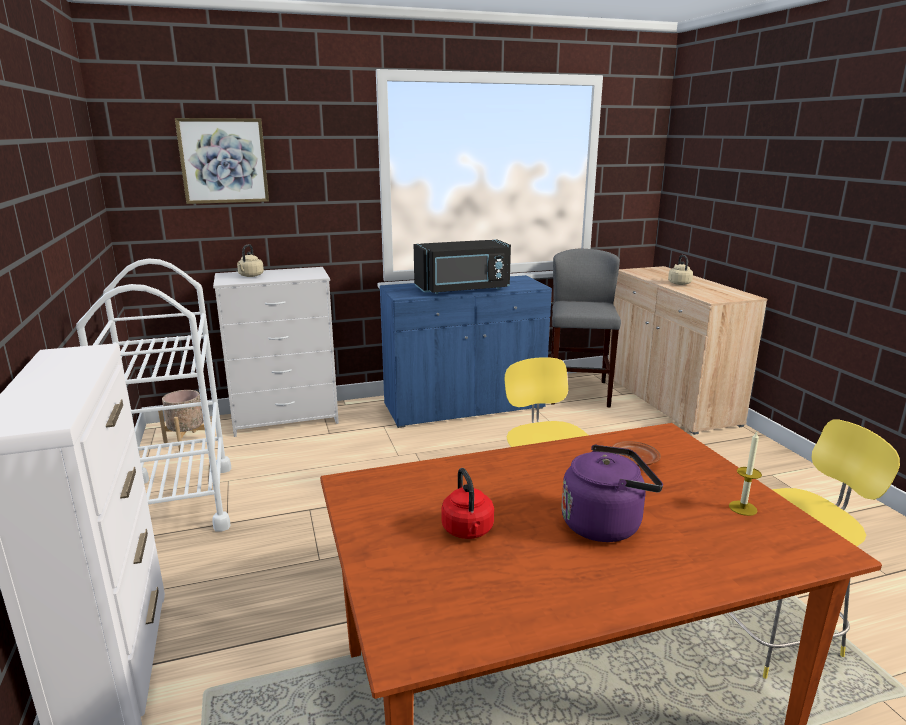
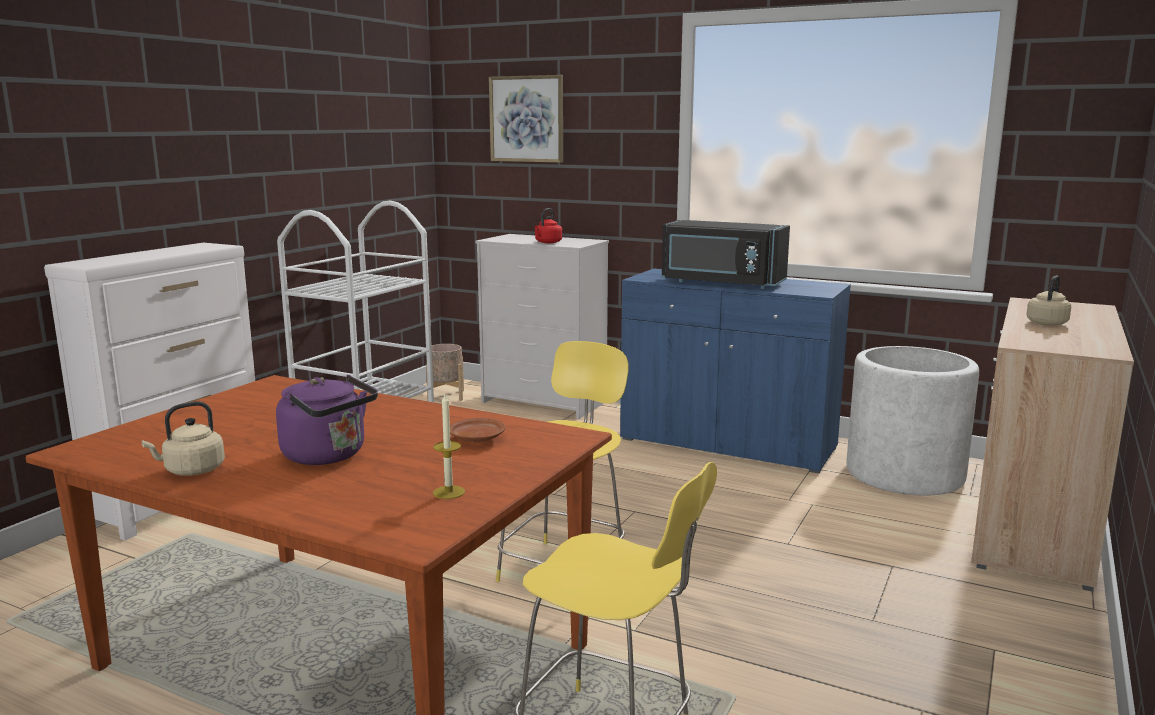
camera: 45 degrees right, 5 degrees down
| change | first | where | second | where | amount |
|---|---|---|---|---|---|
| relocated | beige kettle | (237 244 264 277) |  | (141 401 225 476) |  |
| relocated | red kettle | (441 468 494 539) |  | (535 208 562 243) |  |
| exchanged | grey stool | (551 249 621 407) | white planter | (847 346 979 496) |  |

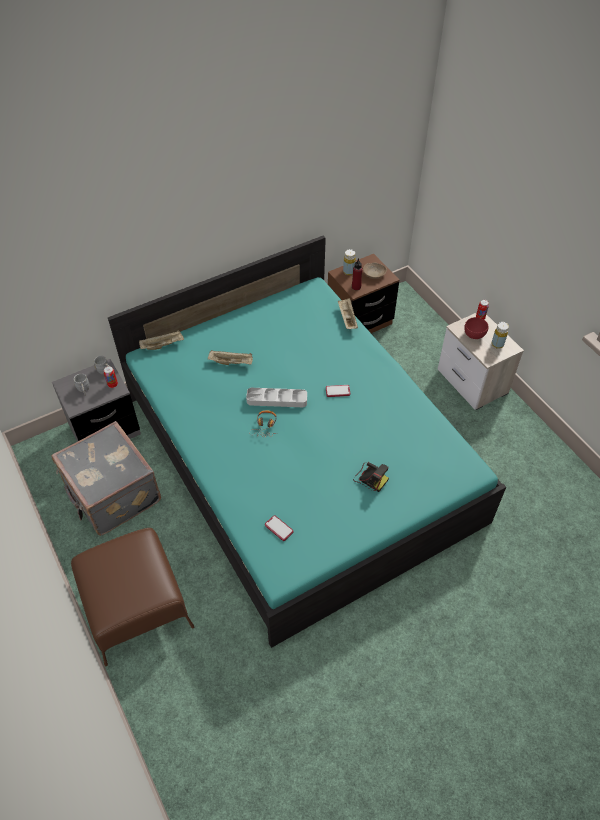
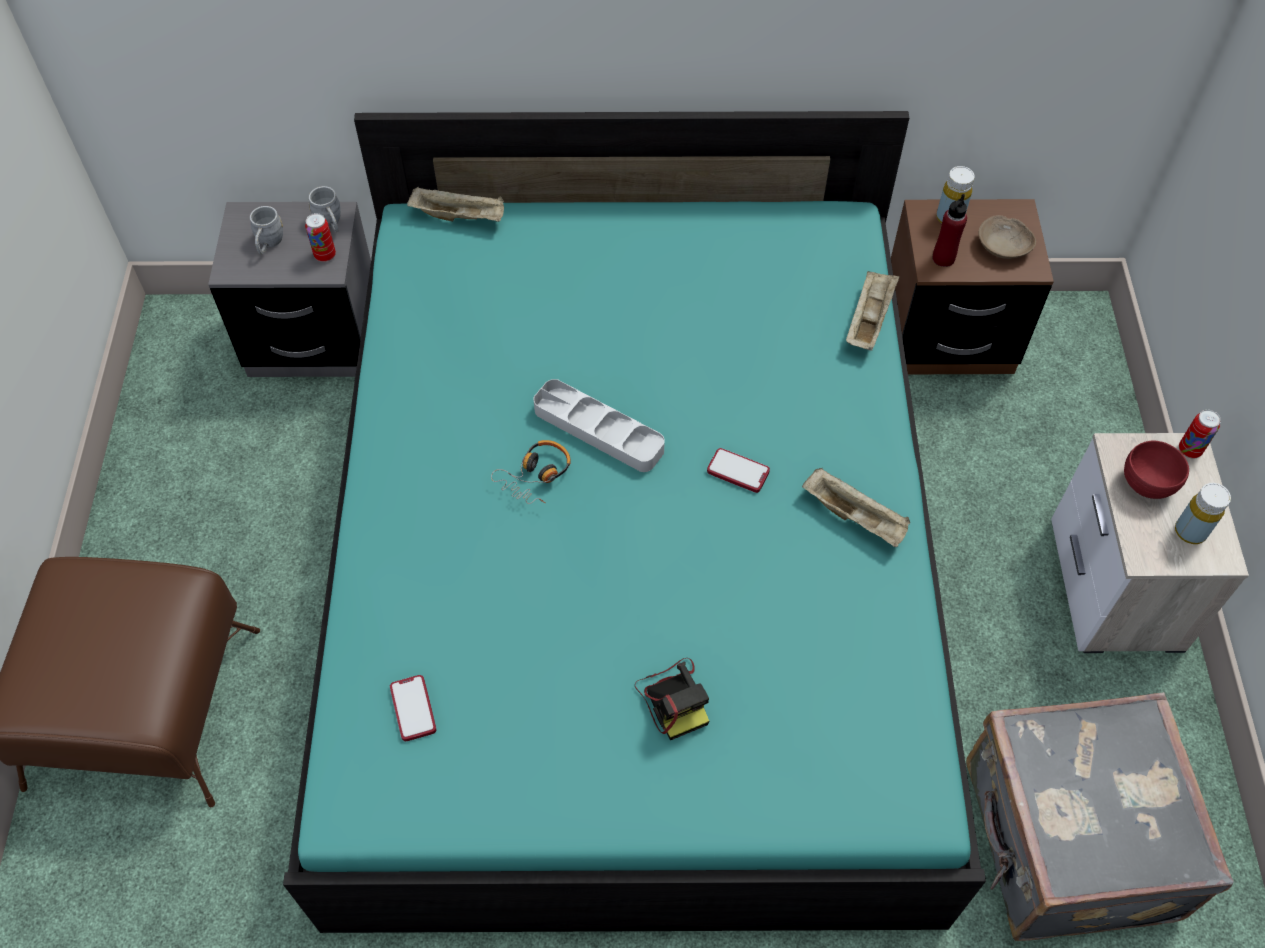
camera: 30 degrees right, 5 degrees up
| change | first | where | second | where | amount |
|---|---|---|---|---|---|
| relocated | grey suitcase | (52 421 161 536) |  | (966 692 1234 941) |  |
| relocated | beige tray | (208 350 253 365) |  | (802 468 910 547) |  |

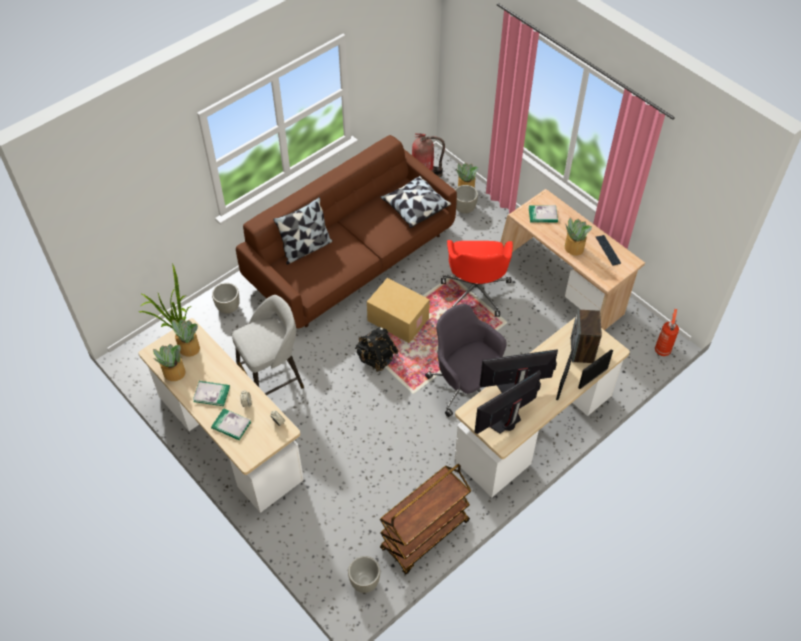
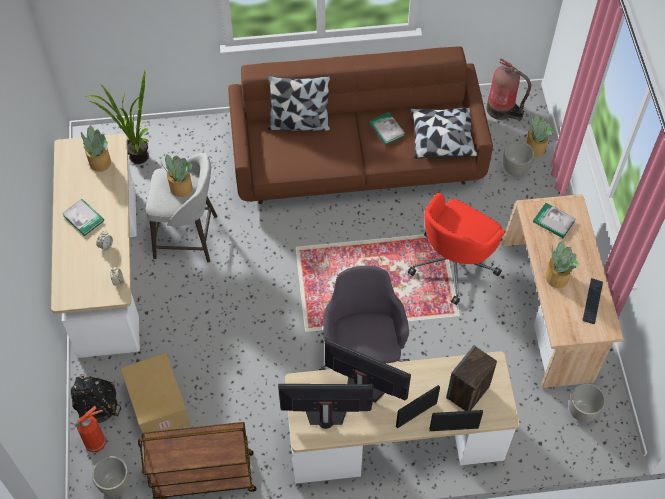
camera: 35 degrees right, 5 degrees up
| change | first | where | second | where | amount |
|---|---|---|---|---|---|
| relocated | potted plant | (153 344 186 381) |  | (163 154 192 197) |  |
| relocated | book | (211 408 251 440) |  | (369 112 405 145) |  |
| relocated | grey planter | (212 283 240 313) |  | (569 383 606 422) |  |
| relocated | black backpack | (355 327 399 372) |  | (71 374 121 423) |  |
| relocated | cardboard box | (367 278 430 343) |  | (121 353 190 433) |  |
| relocated | fire extinguisher | (655 309 679 356) |  | (74 406 106 453) |  |

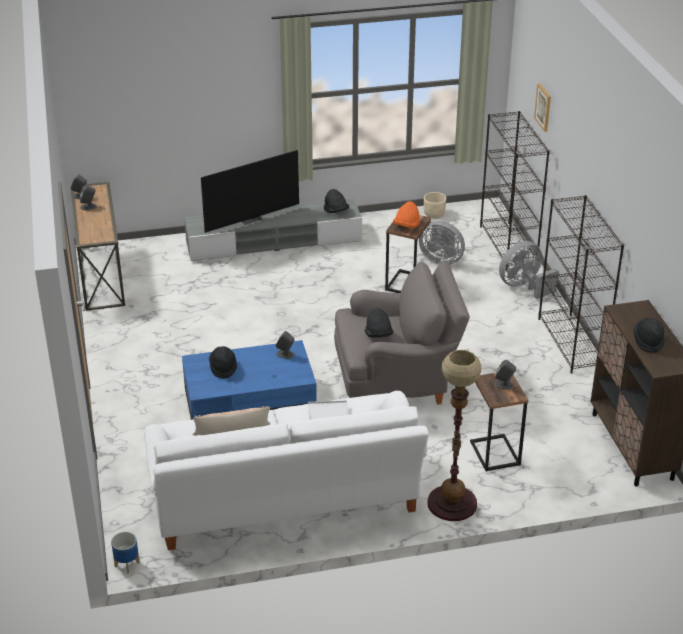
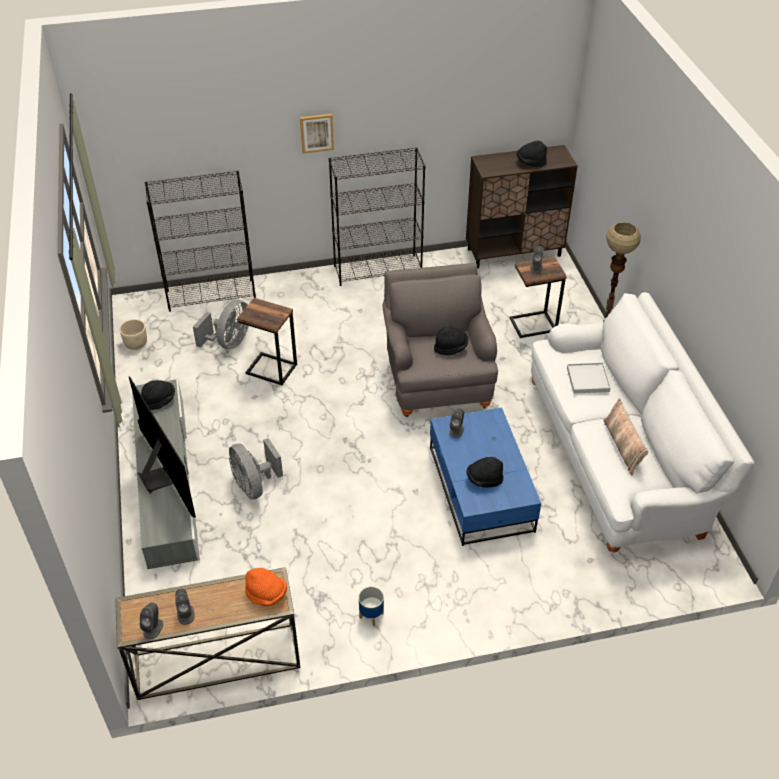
camera: 90 degrees left, 10 degrees up
| change | first | where | second | where | amount |
|---|---|---|---|---|---|
| relocated | planter | (111 532 140 574) |  | (359 587 384 626) |  |
| relocated | orange hat | (393 201 420 228) |  | (245 568 287 606) |  |
| relocated | grey fan | (499 241 559 299) |  | (229 438 283 499) |  |
| relocated | picture | (534 83 551 132) |  | (300 114 334 153) |  |

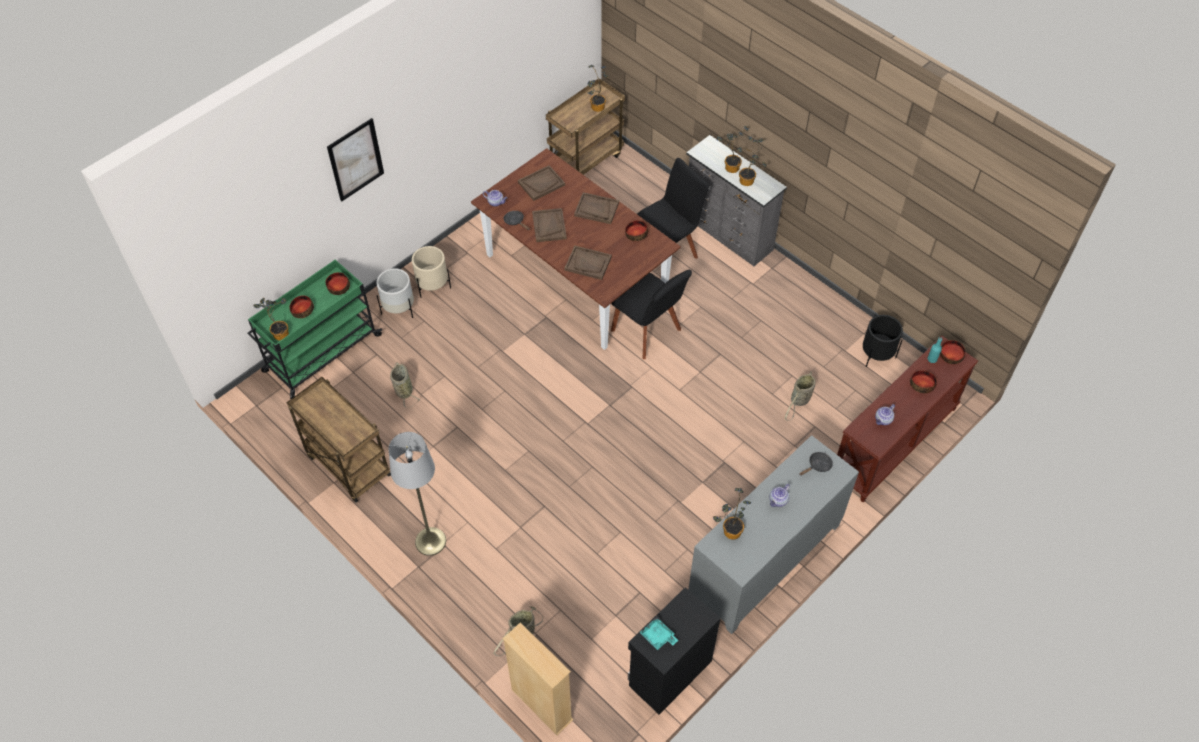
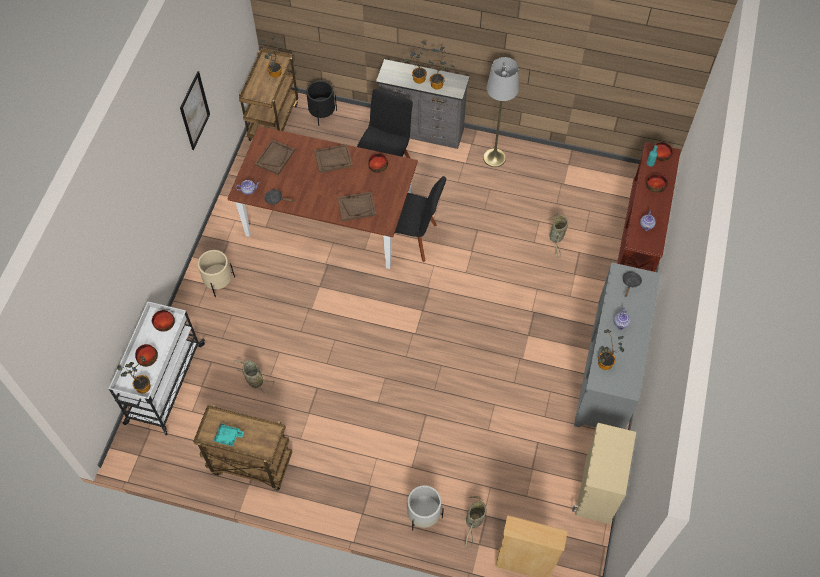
camera: 30 degrees left, 5 degrees up
| change | first | where | second | where | amount |
|---|---|---|---|---|---|
| missing | brown tray | (532 208 567 242) |  |  |  |
| relocated | picture | (327 118 384 202) |  | (180 71 210 150) |  |
| relocated | white planter | (376 268 414 318) |  | (407 485 444 530) |  |
| relocated | grey floor lamp | (389 432 446 556) |  | (483 57 519 167) |  |
| relocated | turquoise tray | (639 616 678 650) |  | (213 423 244 447) |  |
| relocated | black planter | (863 315 903 367) |  | (306 81 337 126) |  |
| colour | green cart | (247 260 382 399) | white cart | (109 302 205 435) |  |
| colour | black cabinet | (628 587 721 714) | beige cabinet | (572 423 636 524) |  |

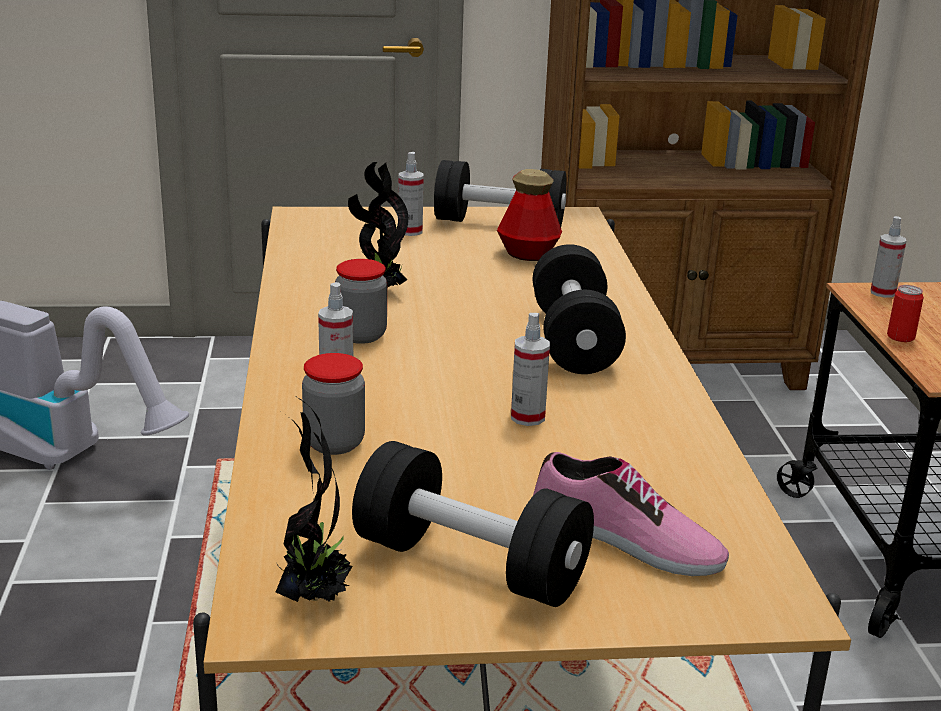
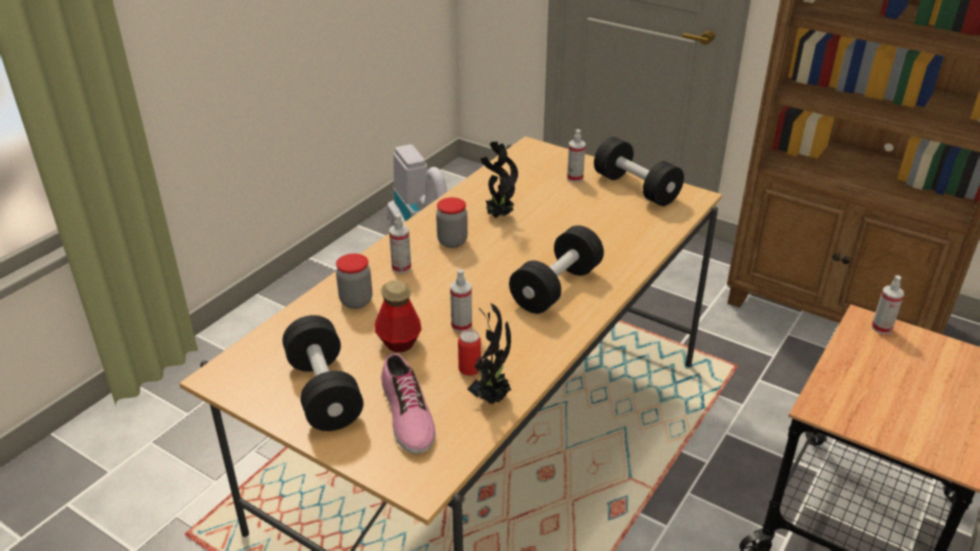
camera: 40 degrees right, 10 degrees up
| change | first | where | second | where | amount |
|---|---|---|---|---|---|
| relocated | potted plant | (276 397 353 602) |  | (468 303 512 404) |  |
| relocated | bottle | (497 169 562 261) |  | (374 280 421 352) |  |
| relocated | can | (887 285 924 342) |  | (458 330 481 376) |  |

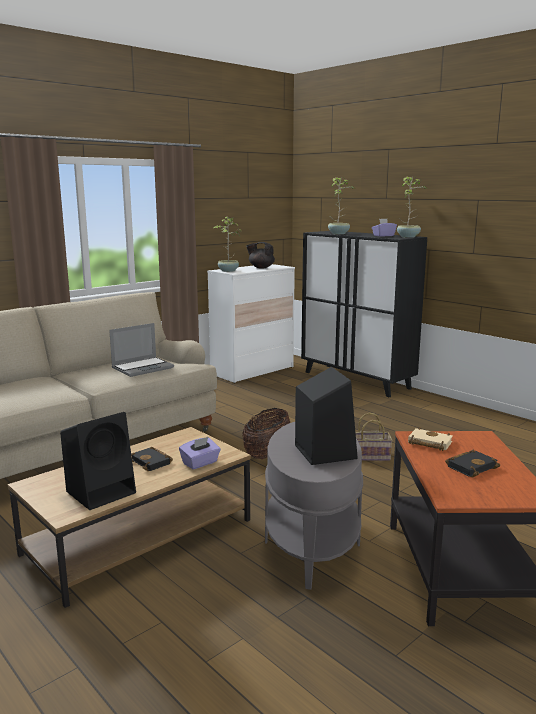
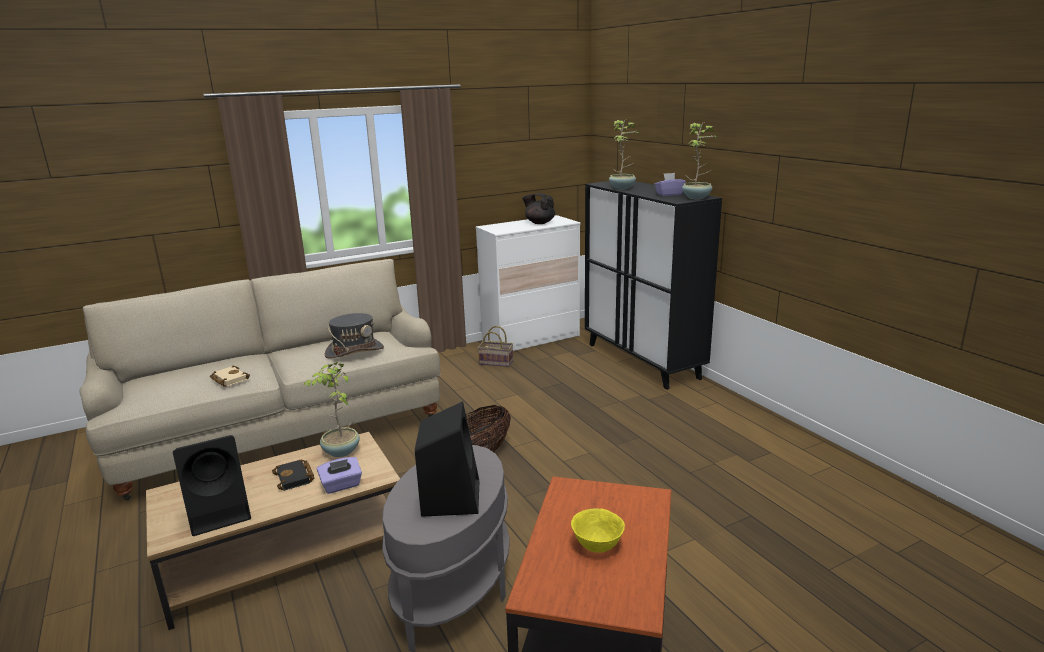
camera: 15 degrees right, 5 degrees up
| change | first | where | second | where | amount |
|---|---|---|---|---|---|
| relocated | potted plant | (214 217 242 272) |  | (303 361 360 457) |  |
| relocated | basket | (355 413 393 461) |  | (478 326 513 367) |  |
| relocated | beige book | (408 428 453 451) |  | (210 366 250 387) |  |
| exchanged | laptop | (109 323 174 377) | grey hat | (325 313 384 359) |  |
| exchanged | black book | (445 450 500 477) | yellow bowl | (571 508 625 553) |  |

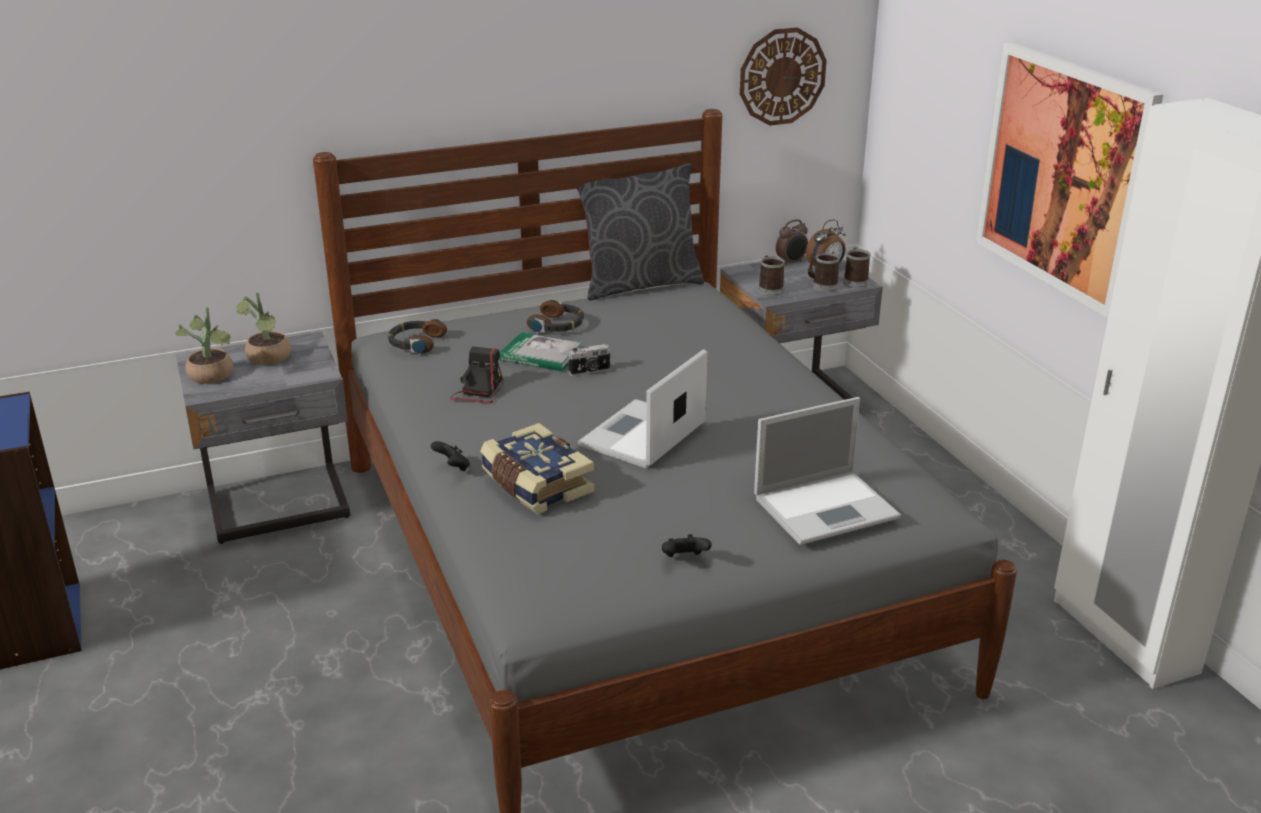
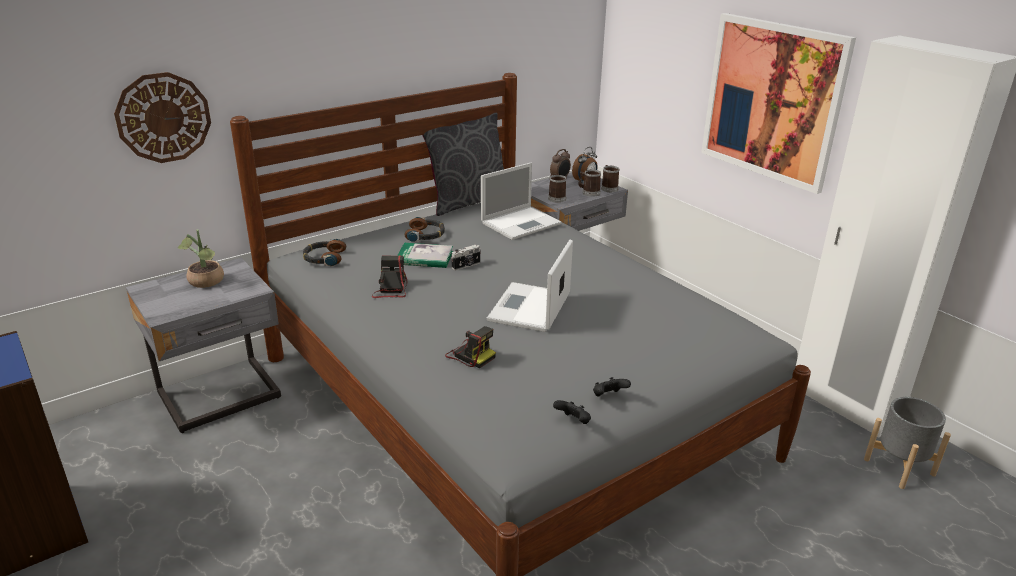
camera: 15 degrees left, 0 degrees up
| change | first | where | second | where | amount |
|---|---|---|---|---|---|
| missing | potted plant | (175 307 233 384) |  |  |  |
| appeared |  |  | grey planter | (864 397 951 489) |  |
| relocated | black game controller | (431 441 470 471) |  | (553 400 591 424) |  |
| relocated | wall clock | (740 27 827 126) |  | (114 72 211 163) |  |
| relocated | laptop | (754 397 901 545) |  | (481 162 562 240) |  |
| exchanged | book | (480 423 594 514) | photo camera | (445 326 496 368) |  |

